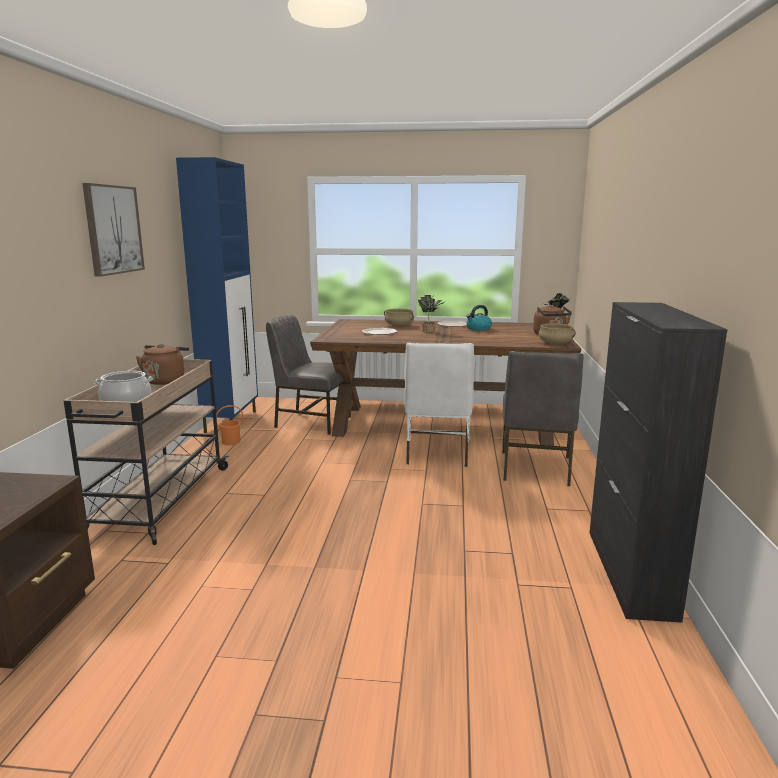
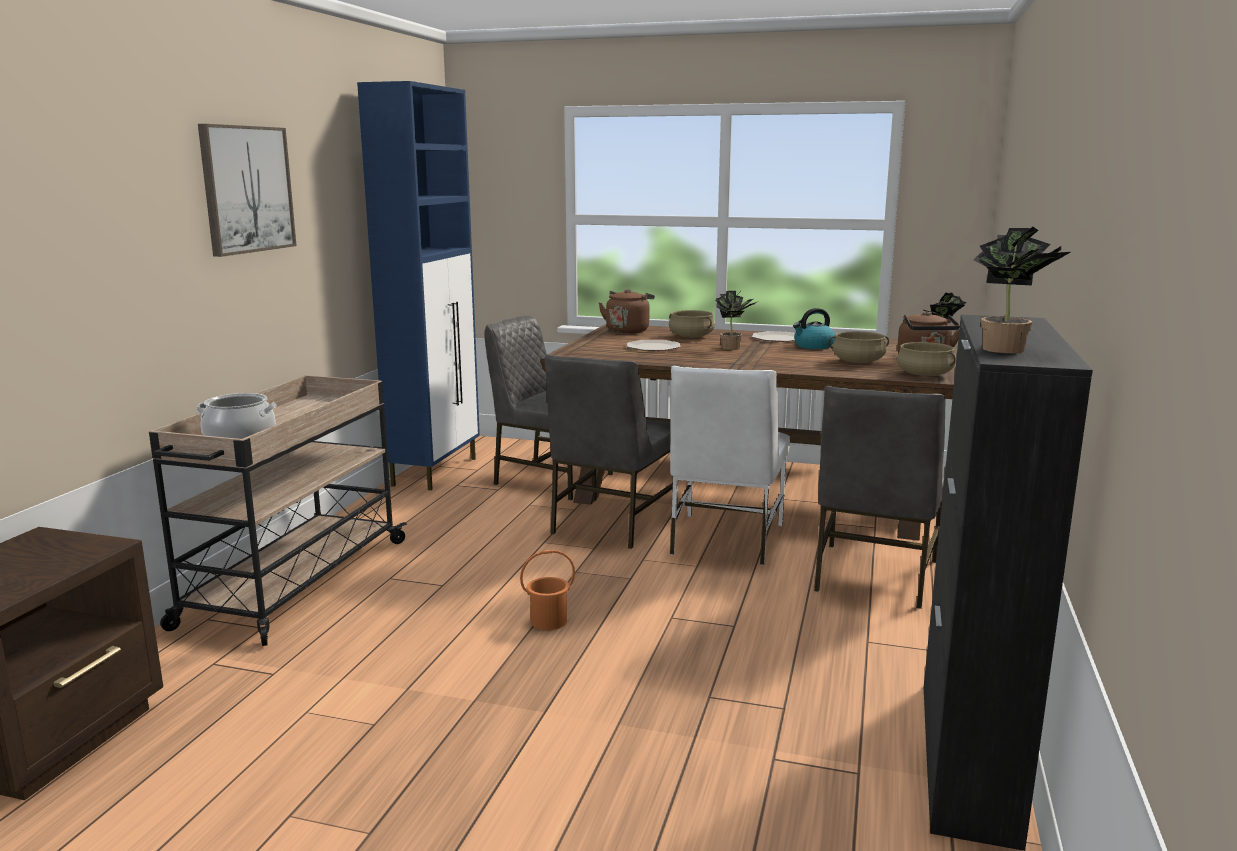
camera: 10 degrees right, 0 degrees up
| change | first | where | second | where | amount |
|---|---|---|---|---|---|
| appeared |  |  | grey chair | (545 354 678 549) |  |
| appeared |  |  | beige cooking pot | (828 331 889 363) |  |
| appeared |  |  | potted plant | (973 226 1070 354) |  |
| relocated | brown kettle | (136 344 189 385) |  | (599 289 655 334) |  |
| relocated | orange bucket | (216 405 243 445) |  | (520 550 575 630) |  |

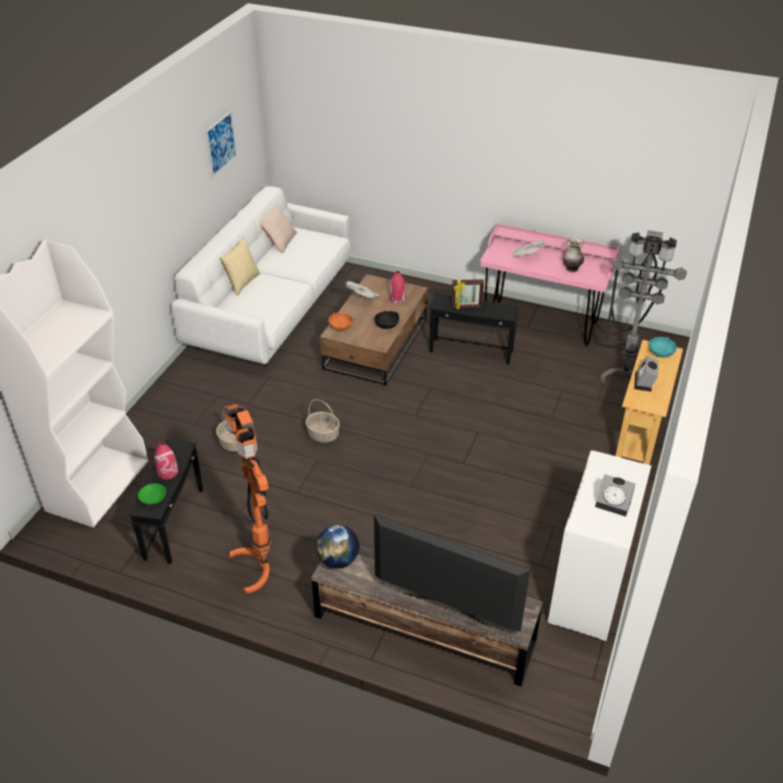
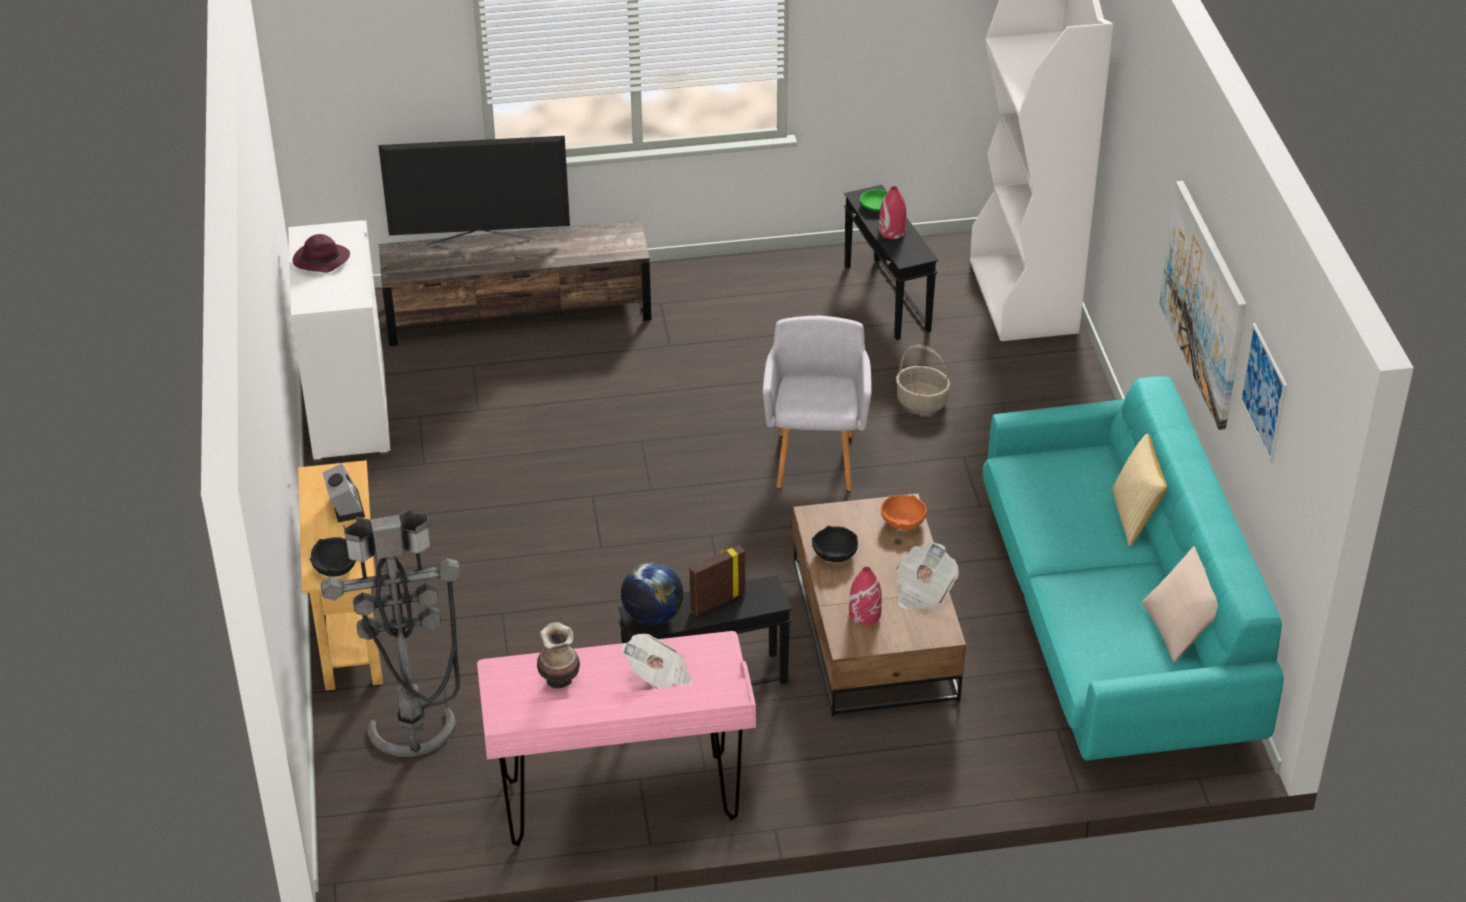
camera: 150 degrees right, 0 degrees up
| change | first | where | second | where | amount |
|---|---|---|---|---|---|
| missing | orange floor lamp | (224 404 271 594) |  |  |  |
| appeared |  |  | picture | (1159 181 1246 430) |  |
| relocated | globe | (316 524 359 569) |  | (621 562 683 625) |  |
| exchanged | basket | (305 399 340 443) | grey armchair | (763 316 871 492) |  |
| exchanged | alarm clock | (595 474 636 517) | purple hat | (293 234 350 273) |  |
| colour | white sofa | (171 186 351 368) | turquoise sofa | (982 377 1284 762) |  |
| colour | turquoise bowl | (649 337 677 357) | black bowl | (310 537 356 577) |  |

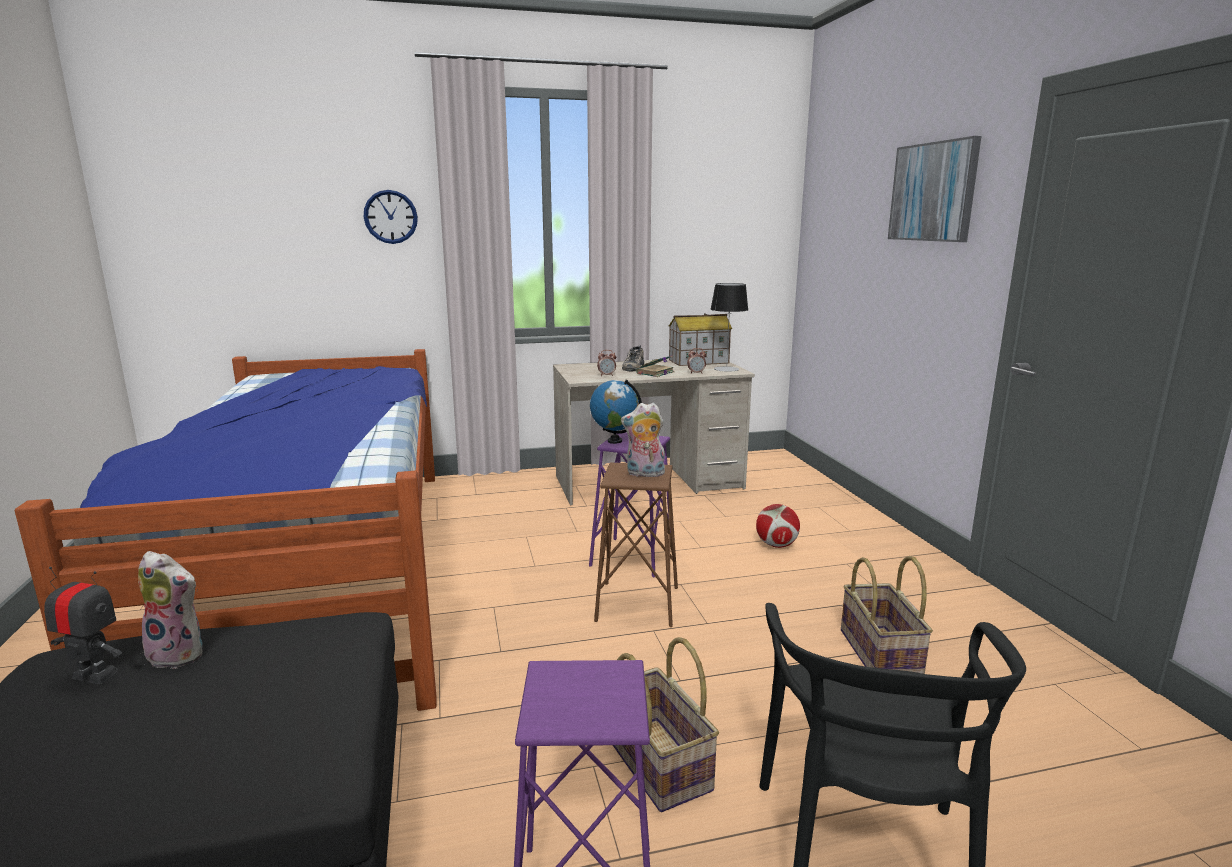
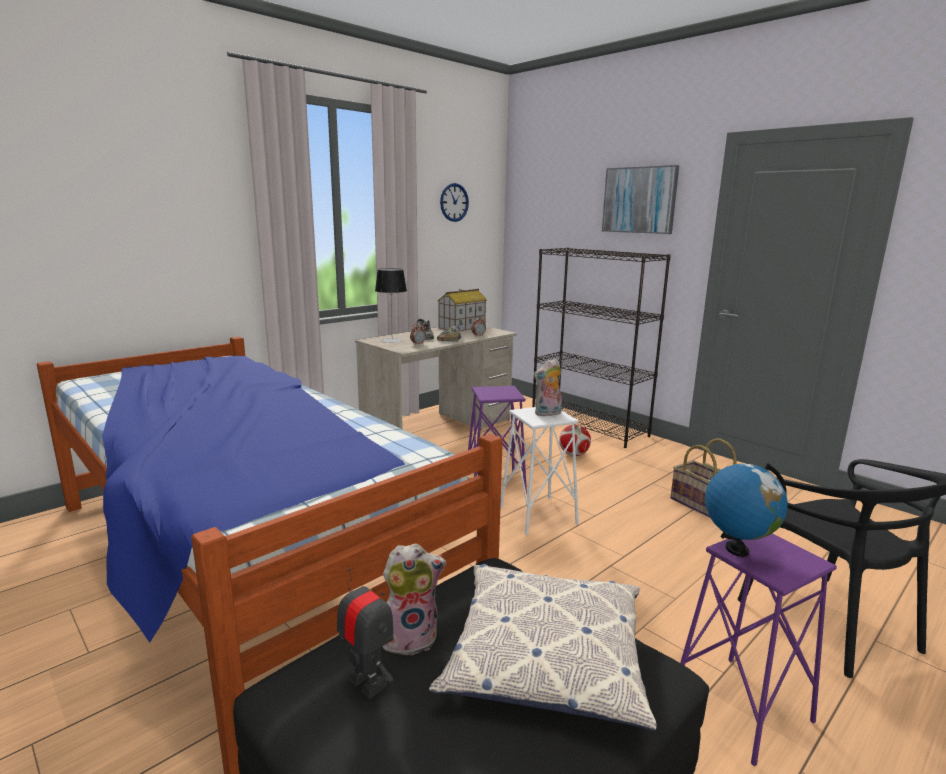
camera: 30 degrees left, 0 degrees up
| change | first | where | second | where | amount |
|---|---|---|---|---|---|
| missing | basket | (613 637 719 812) |  |  |  |
| appeared |  |  | pillow | (429 564 656 731) |  |
| appeared |  |  | black bookcase | (532 248 671 448) |  |
| relocated | wall clock | (364 190 418 244) |  | (440 183 469 222) |  |
| relocated | globe | (590 380 642 444) |  | (705 463 788 557) |  |
| relocated | table lamp | (711 283 748 372) |  | (375 268 407 343) |  |
| colour | brown stool | (594 462 678 627) | white stool | (500 407 579 535) |  |
| spun | toy robot | (44 567 123 684) |  | (337 568 393 698) | 60 degrees clockwise |

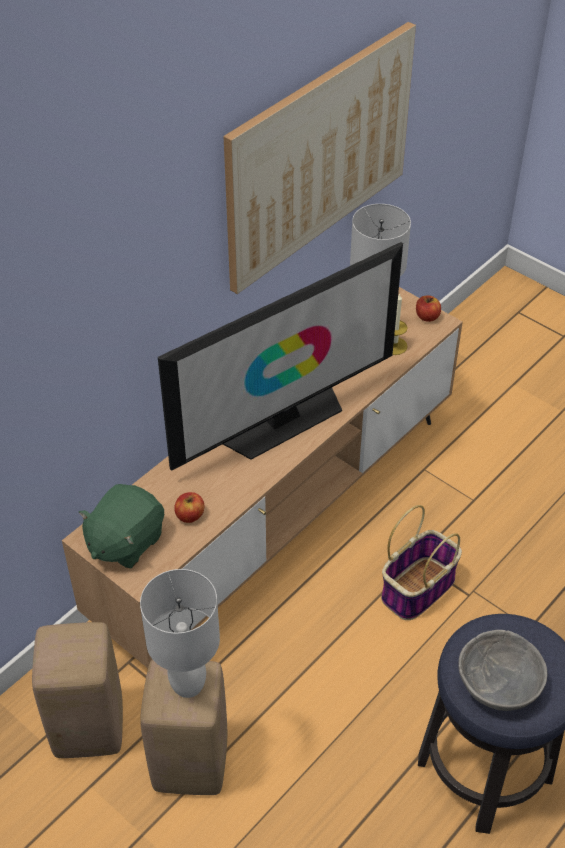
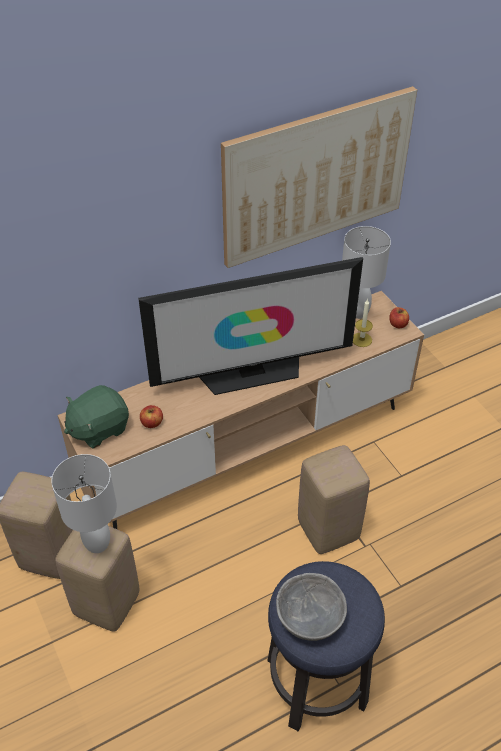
camera: 20 degrees right, 0 degrees up
| change | first | where | second | where | amount |
|---|---|---|---|---|---|
| exchanged | basket | (381 505 462 620) | beige stool | (298 445 370 554) |  |

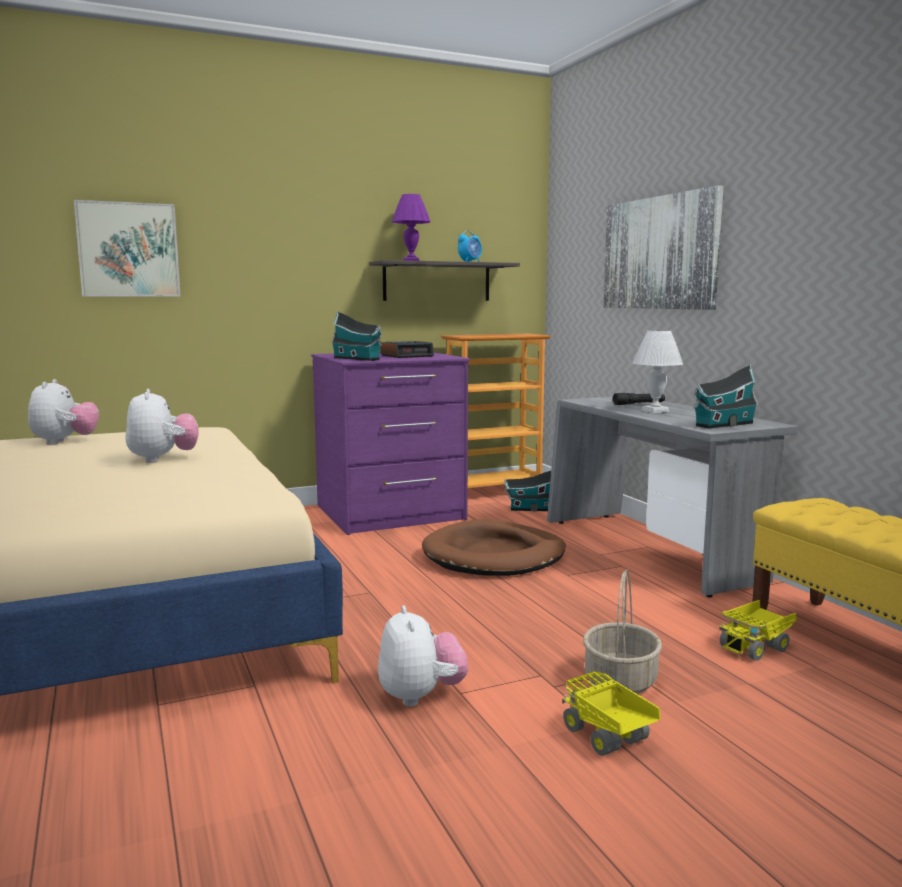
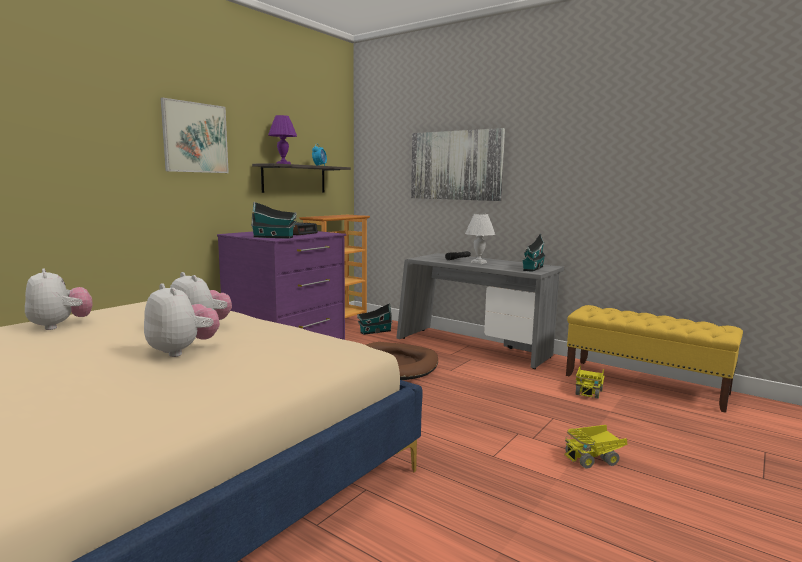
camera: 30 degrees left, 0 degrees up
| change | first | where | second | where | amount |
|---|---|---|---|---|---|
| missing | basket | (583 570 662 694) |  |  |  |
| relocated | picture | (74 200 181 297) |  | (160 98 229 173) |  |
| relocated | plush toy | (378 606 468 707) |  | (144 283 220 357) |  |
| spun | toy truck | (562 672 661 756) |  | (564 425 627 469) | 45 degrees counterclockwise |

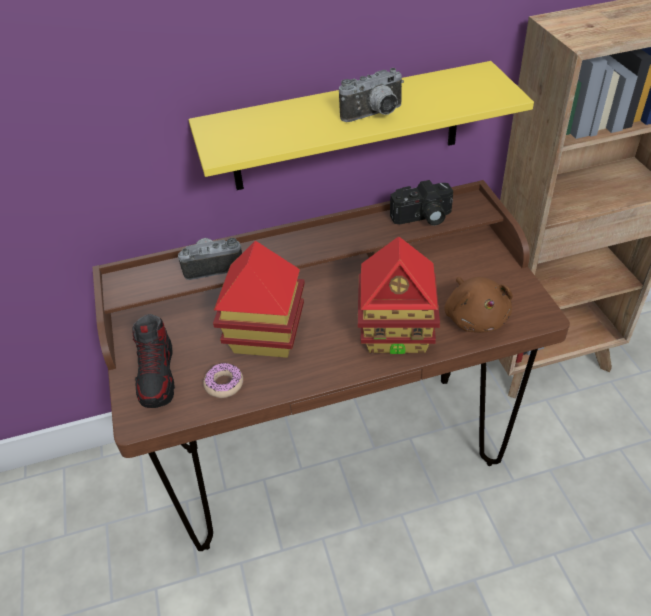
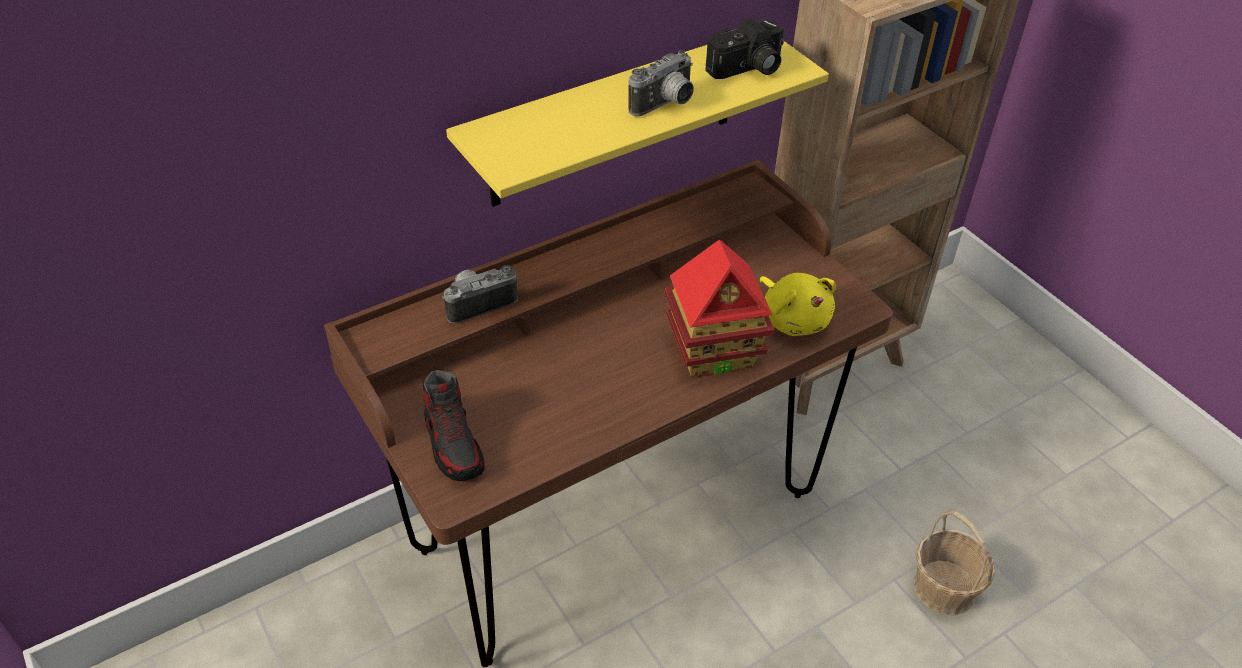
camera: 20 degrees left, 0 degrees up
| change | first | where | second | where | amount |
|---|---|---|---|---|---|
| missing | donut | (203 363 243 398) |  |  |  |
| missing | toy house | (213 241 305 358) |  |  |  |
| appeared |  |  | basket | (913 510 995 615) |  |
| relocated | photo camera | (390 180 453 226) |  | (705 18 784 79) |  |
| colour | brown plush toy | (444 277 513 333) | yellow plush toy | (759 273 836 336) |  |

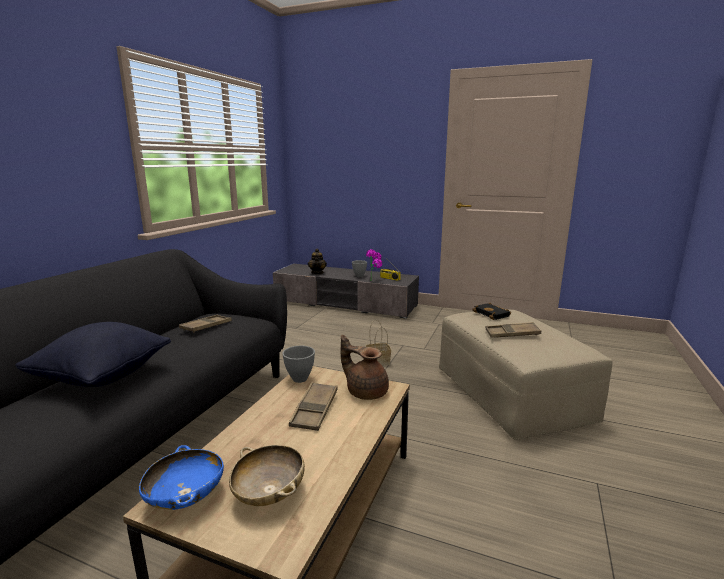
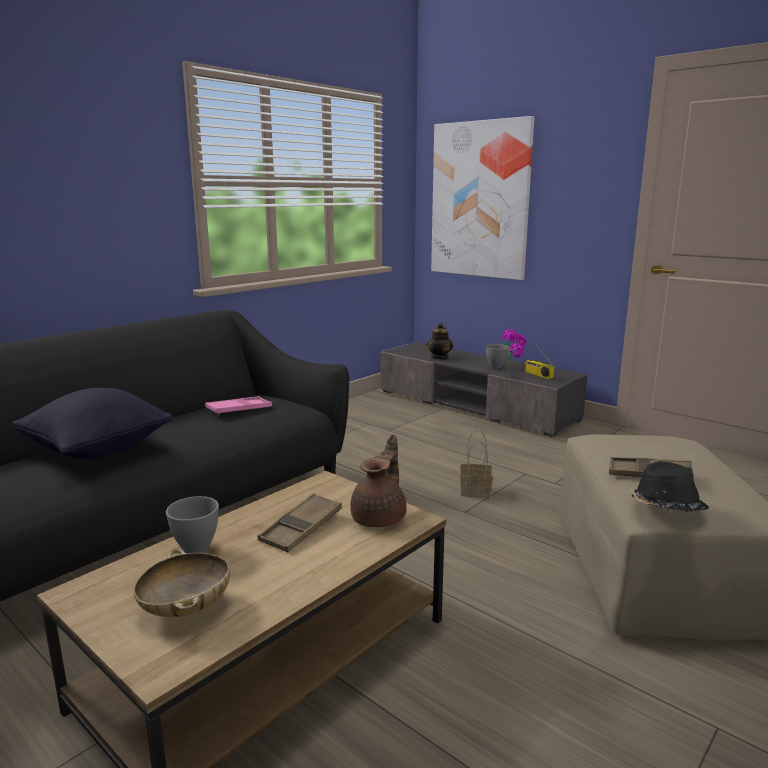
camera: 20 degrees right, 0 degrees up
| change | first | where | second | where | amount |
|---|---|---|---|---|---|
| missing | blue bowl | (139 445 224 510) |  |  |  |
| missing | black book | (472 303 511 320) |  |  |  |
| appeared |  |  | picture | (431 116 535 280) |  |
| appeared |  |  | black hat | (630 461 709 512) |  |
| relocated | grey bowl | (282 346 315 383) |  | (166 496 219 553) |  |
| colour | brown tray | (179 315 232 333) | pink tray | (205 396 272 415) |  |
| spun | brown teapot | (341 335 389 400) |  | (350 434 407 527) | 60 degrees clockwise |

